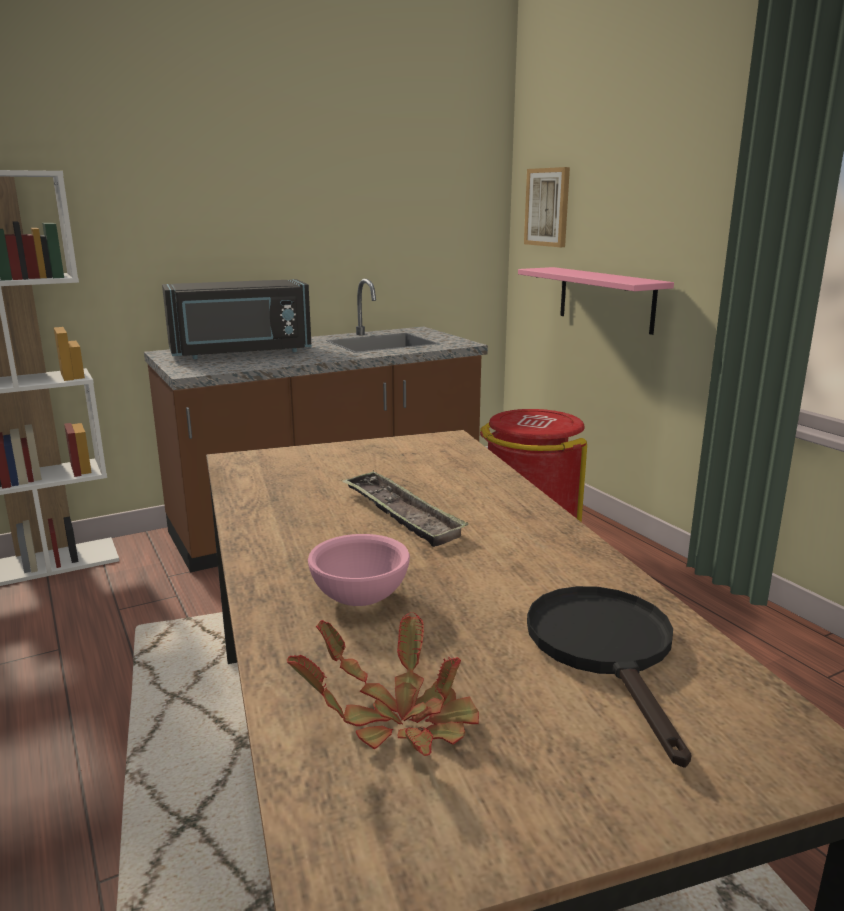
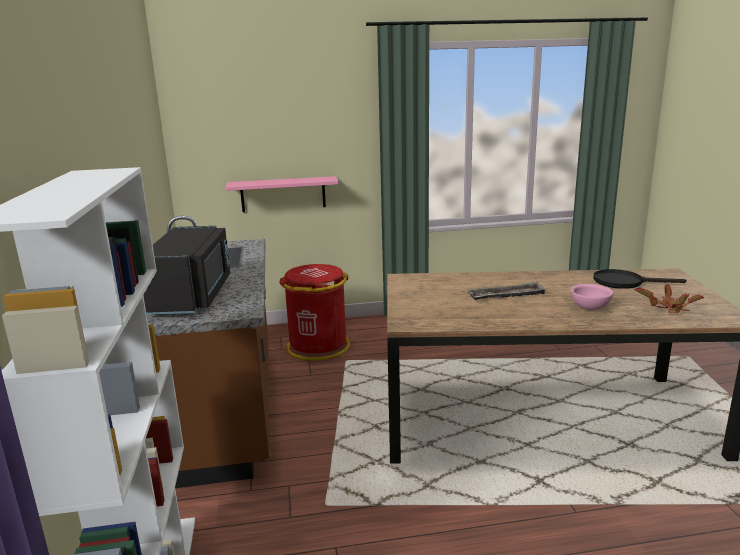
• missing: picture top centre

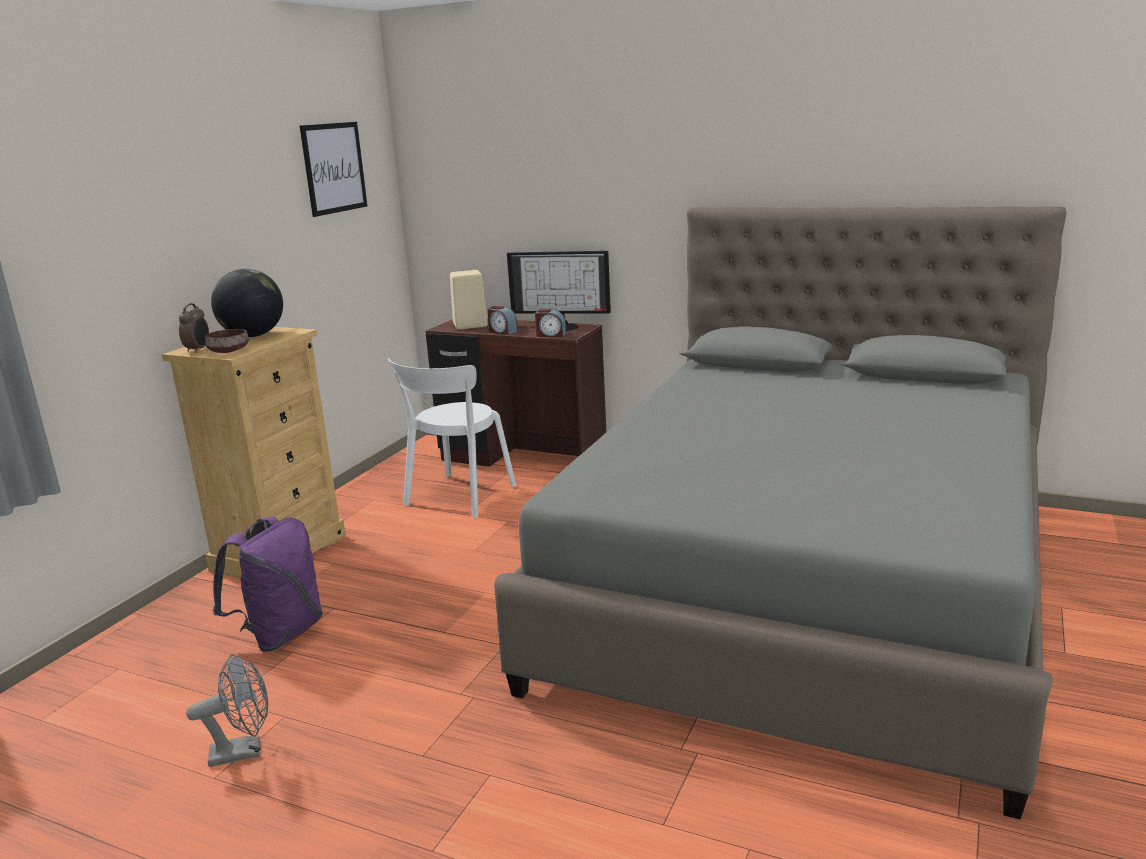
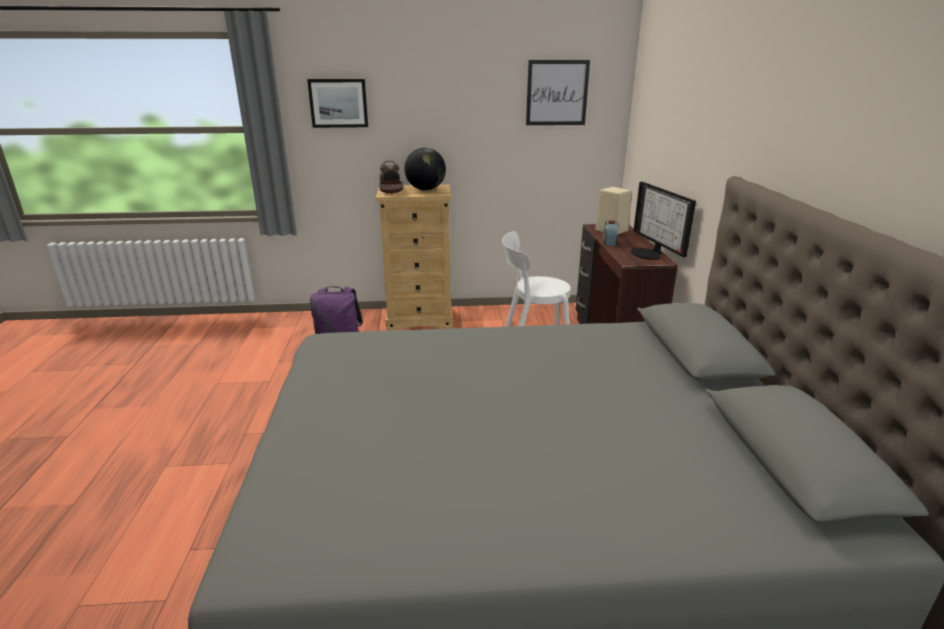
• appeared: picture (no. 1 from left) top centre
• missing: greyish fan bottom left
• missing: table clock (no. 3 from left) centre

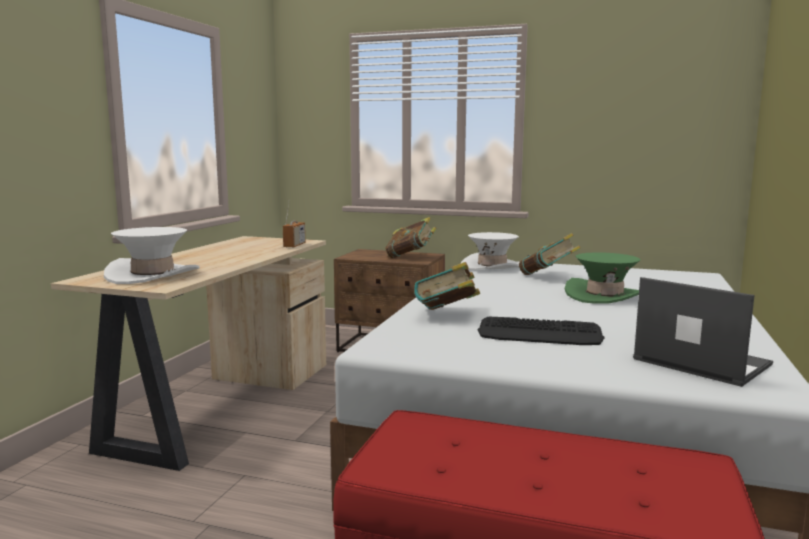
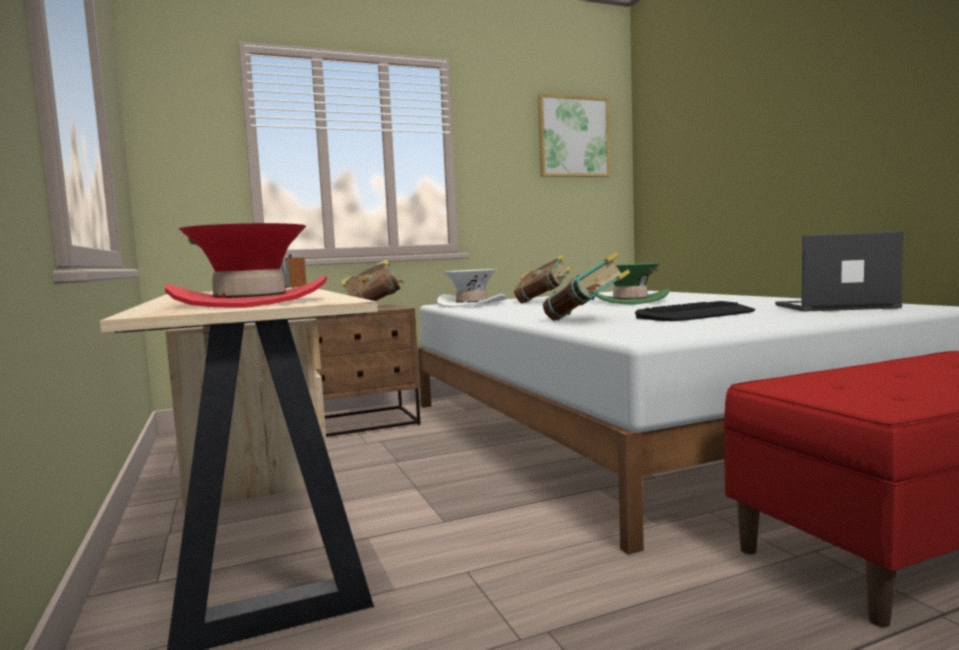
• colour: whitish wearable hat (no. 1 from left) middle left to red wearable hat middle left
• appeared: picture top centre

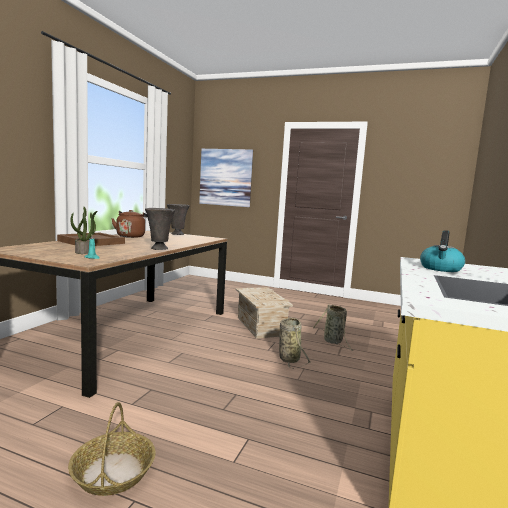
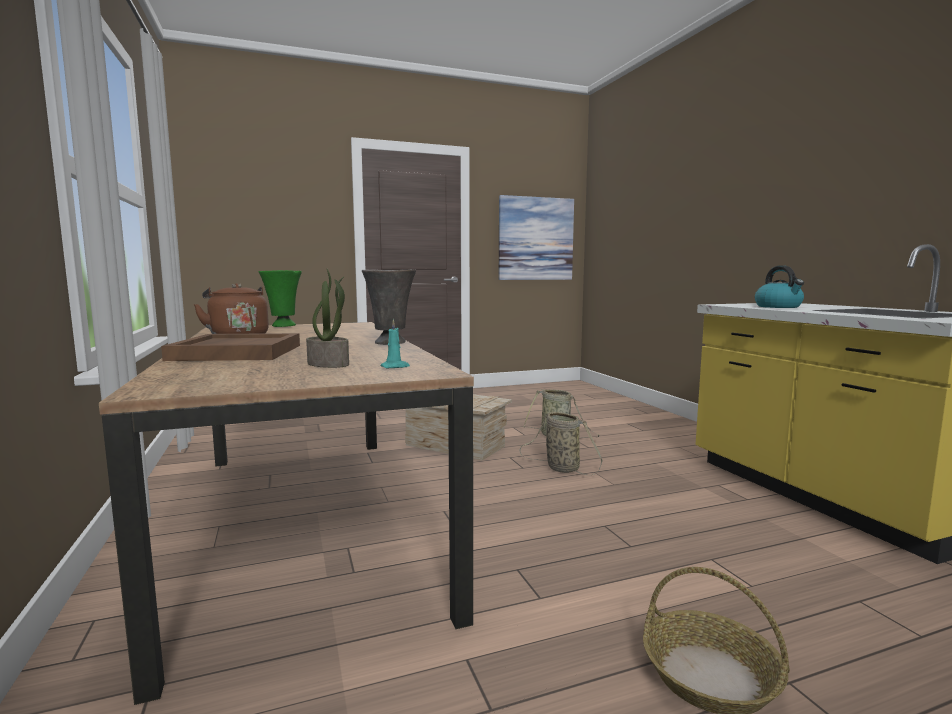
• colour: greyish vase (no. 2 from left) centre to greenish vase middle left
• relocated: picture centre to top centre

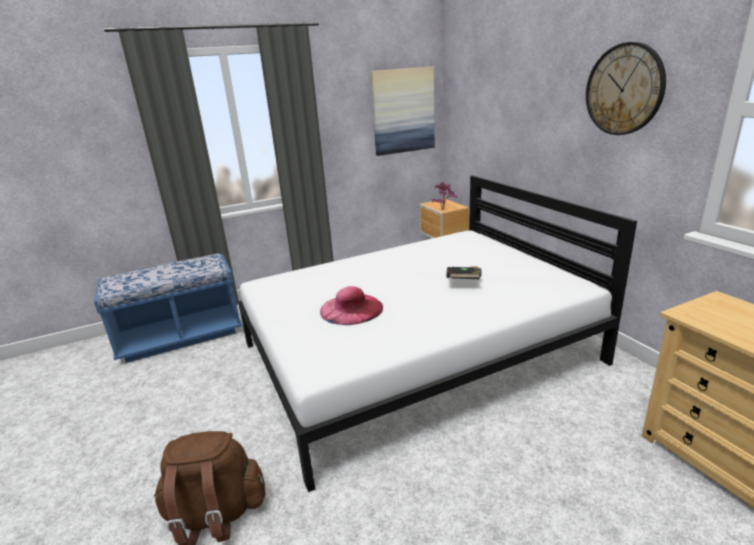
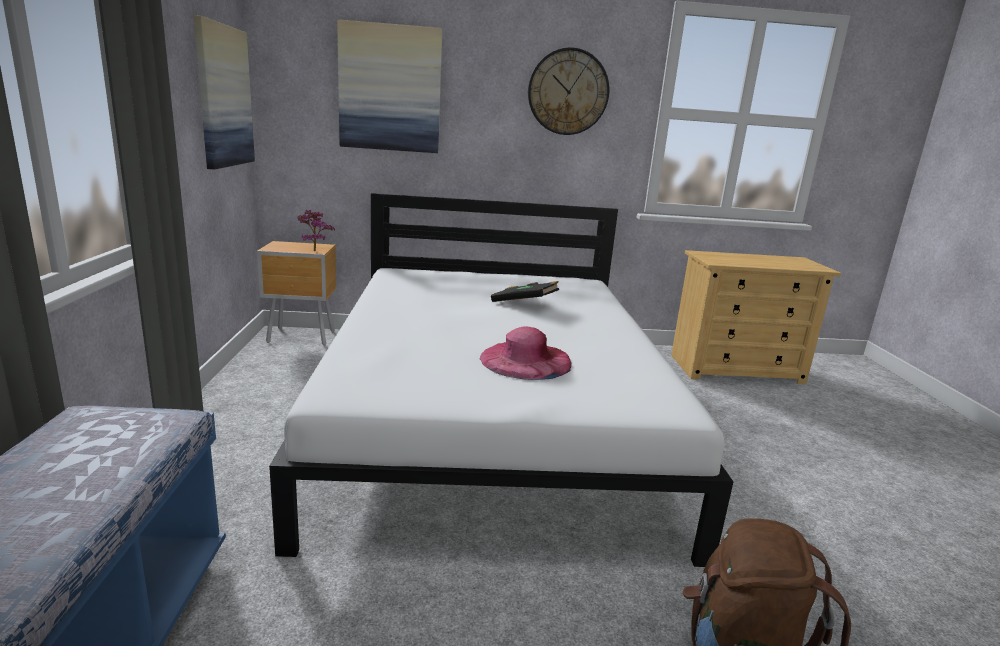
• appeared: picture (no. 2 from left) top centre

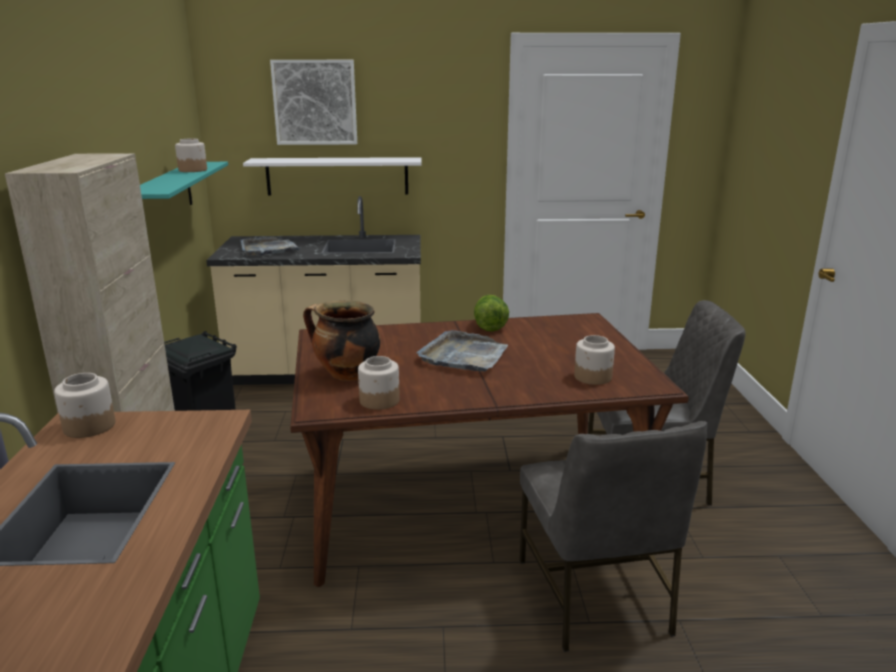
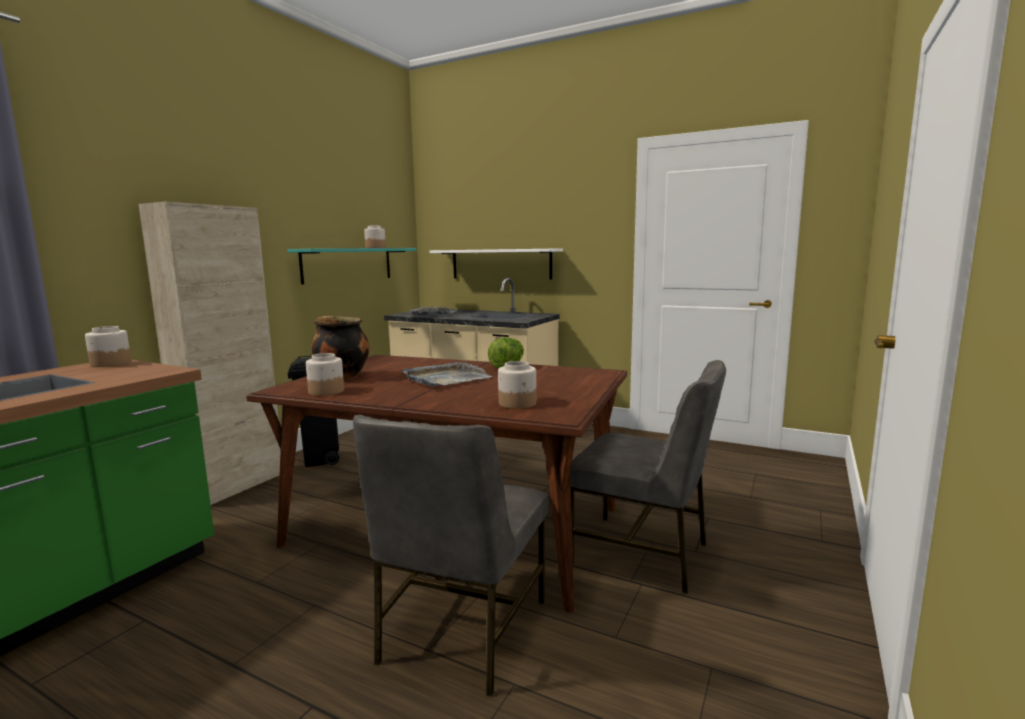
• missing: picture top centre

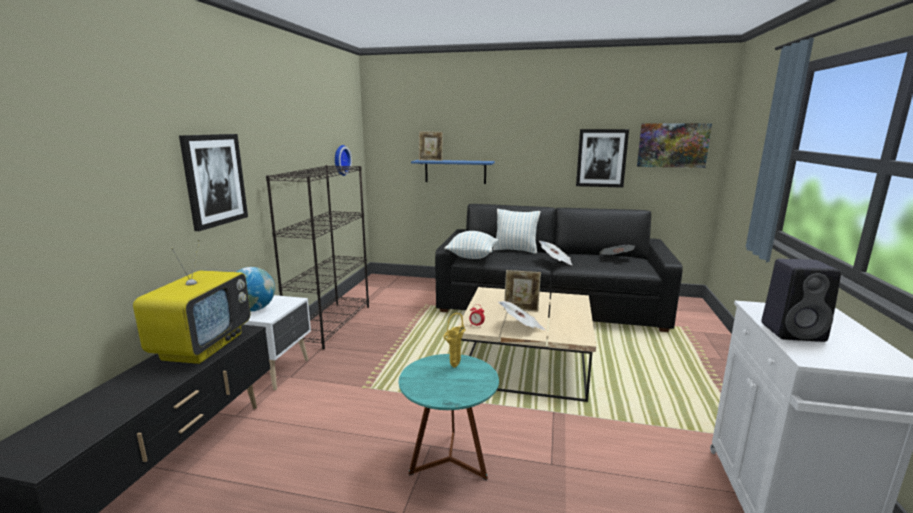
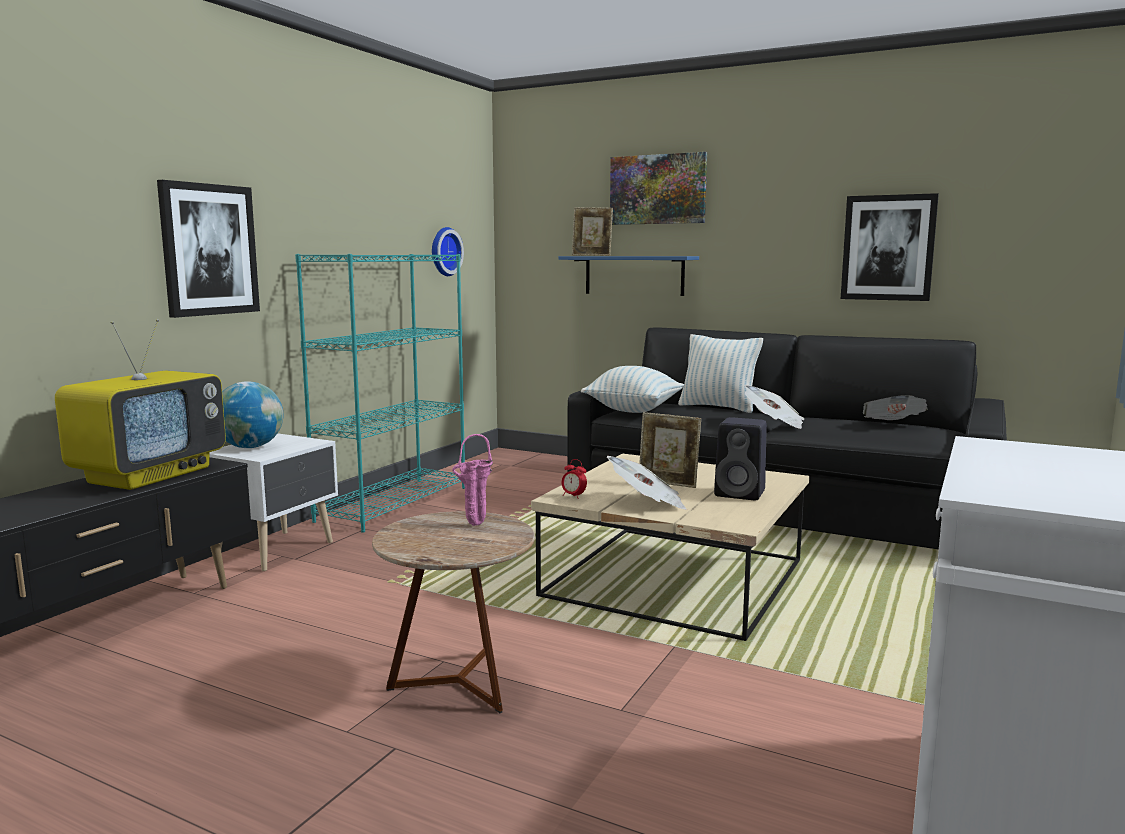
• colour: black shelving unit centre to blue-green shelving unit centre
• colour: blue-green side table bottom centre to brown side table bottom centre
• colour: yellow vase centre to pink-coloured vase centre
• relocated: picture (no. 3 from left in the first image) top right to picture (no. 2 from left) top centre
• relocated: black speaker middle right to centre

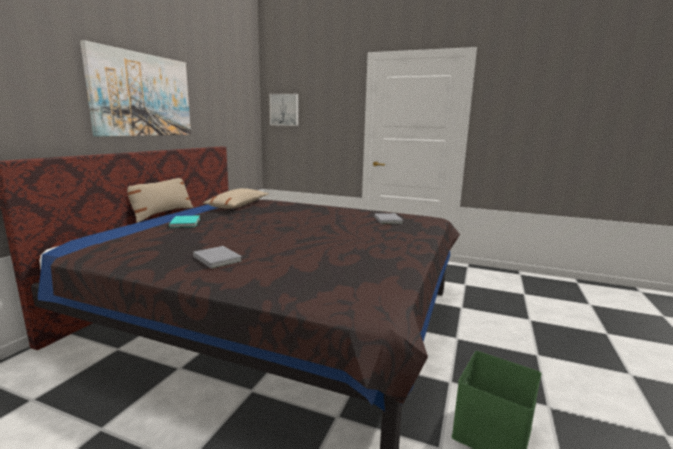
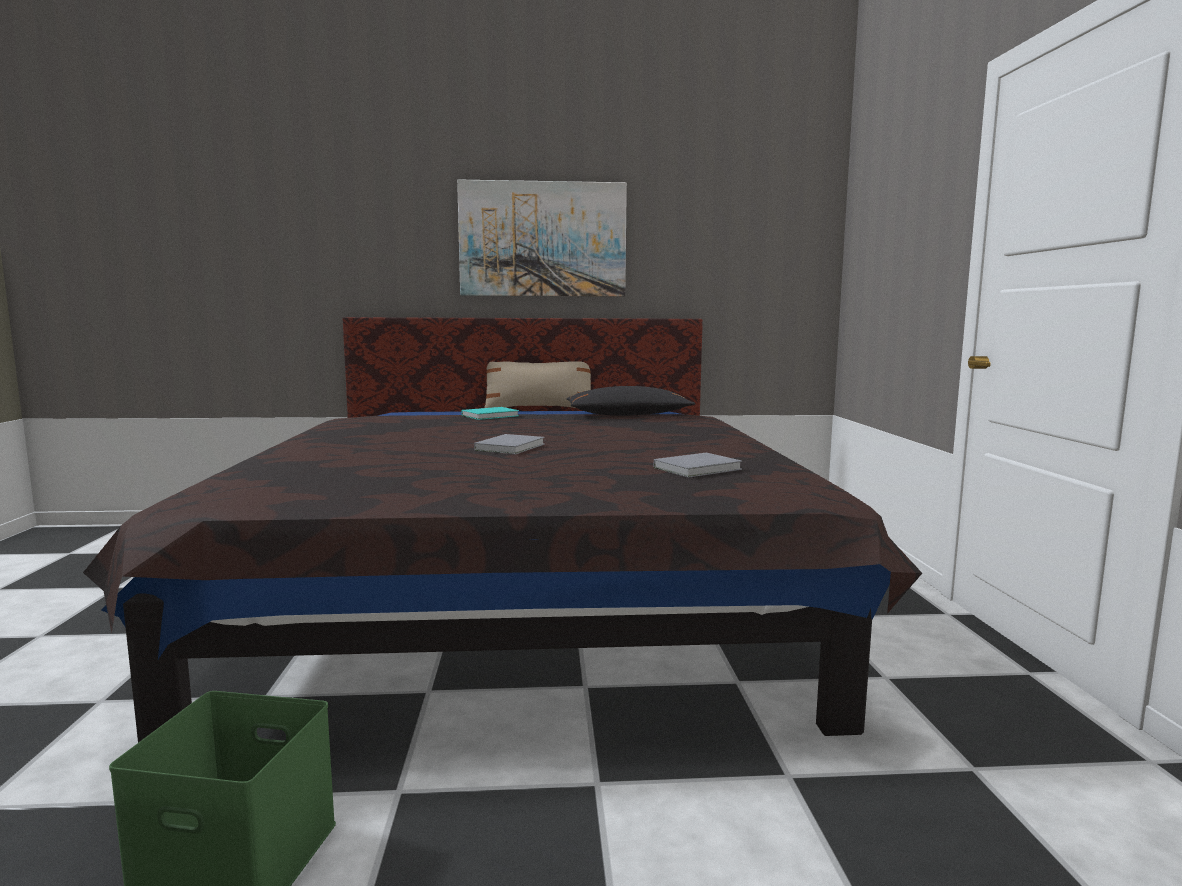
• relocated: greyish volume (no. 1 from left) middle left to centre
• colour: sand-coloured cushion (no. 2 from left) centre to black cushion centre
• missing: picture (no. 2 from left) top centre

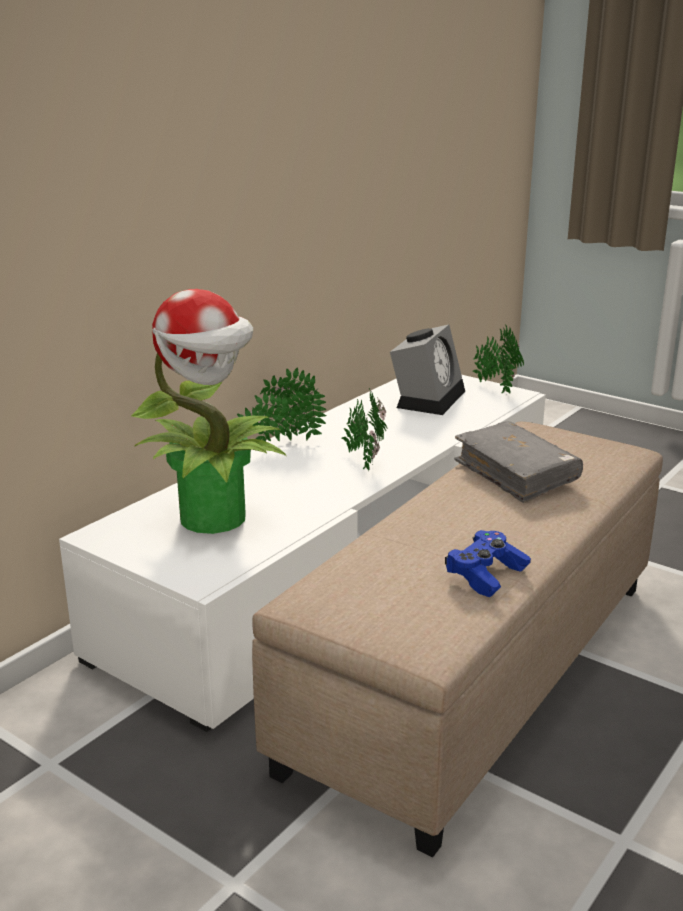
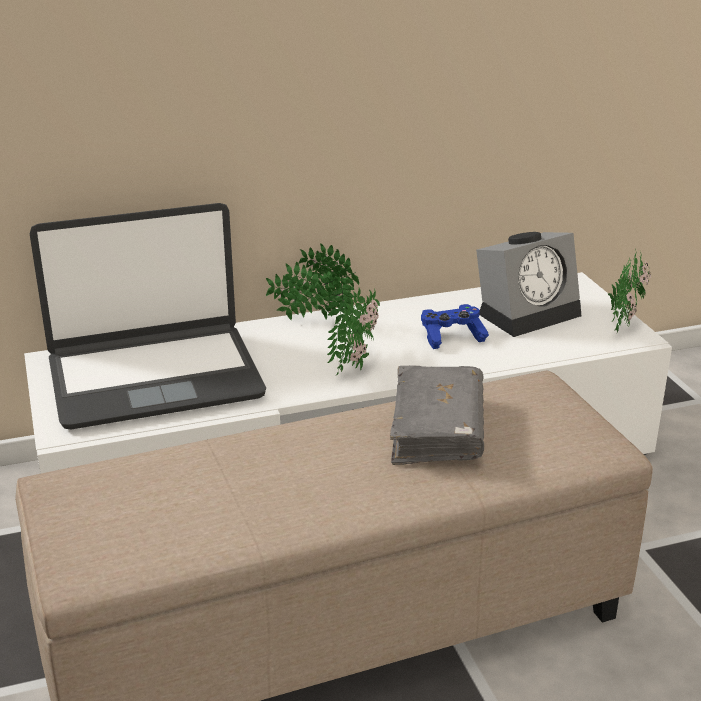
• exchanged: houseplant (no. 1 from left) middle left to portable computer middle left
• relocated: blue game controller middle right to centre

